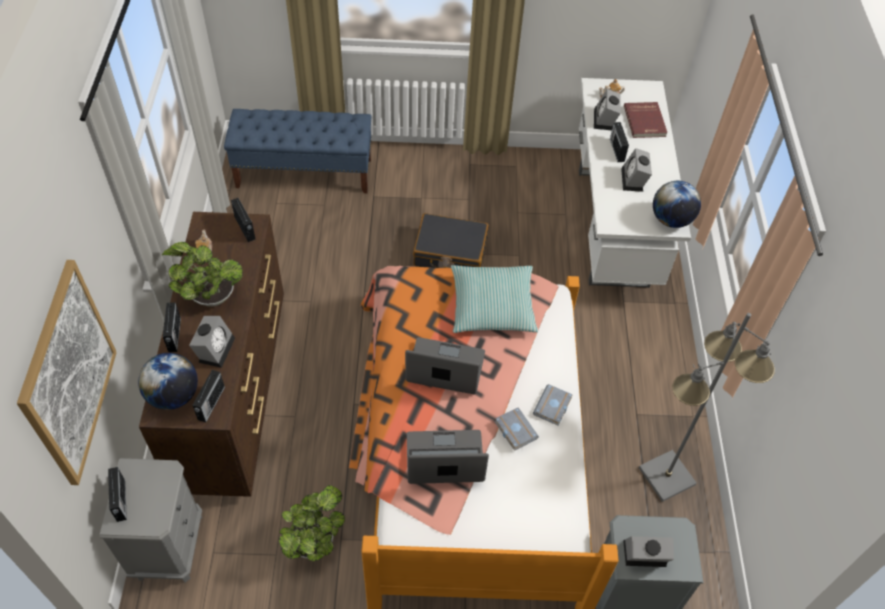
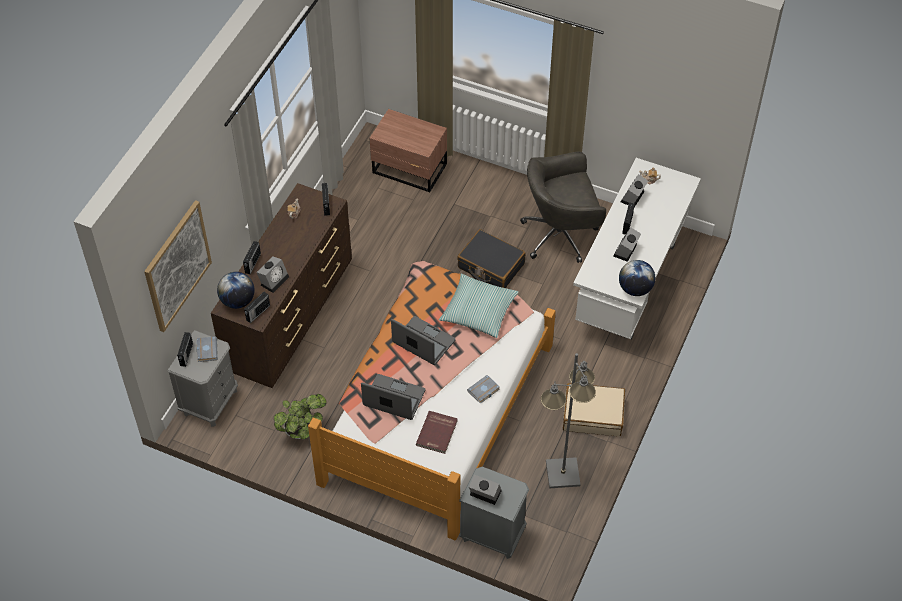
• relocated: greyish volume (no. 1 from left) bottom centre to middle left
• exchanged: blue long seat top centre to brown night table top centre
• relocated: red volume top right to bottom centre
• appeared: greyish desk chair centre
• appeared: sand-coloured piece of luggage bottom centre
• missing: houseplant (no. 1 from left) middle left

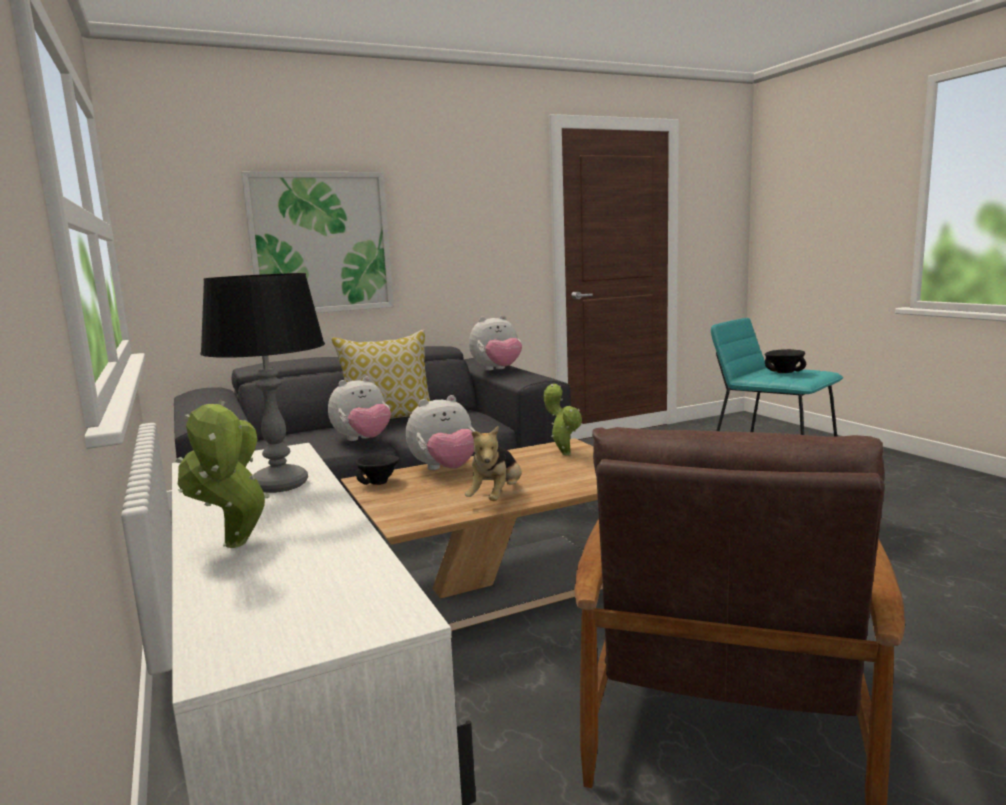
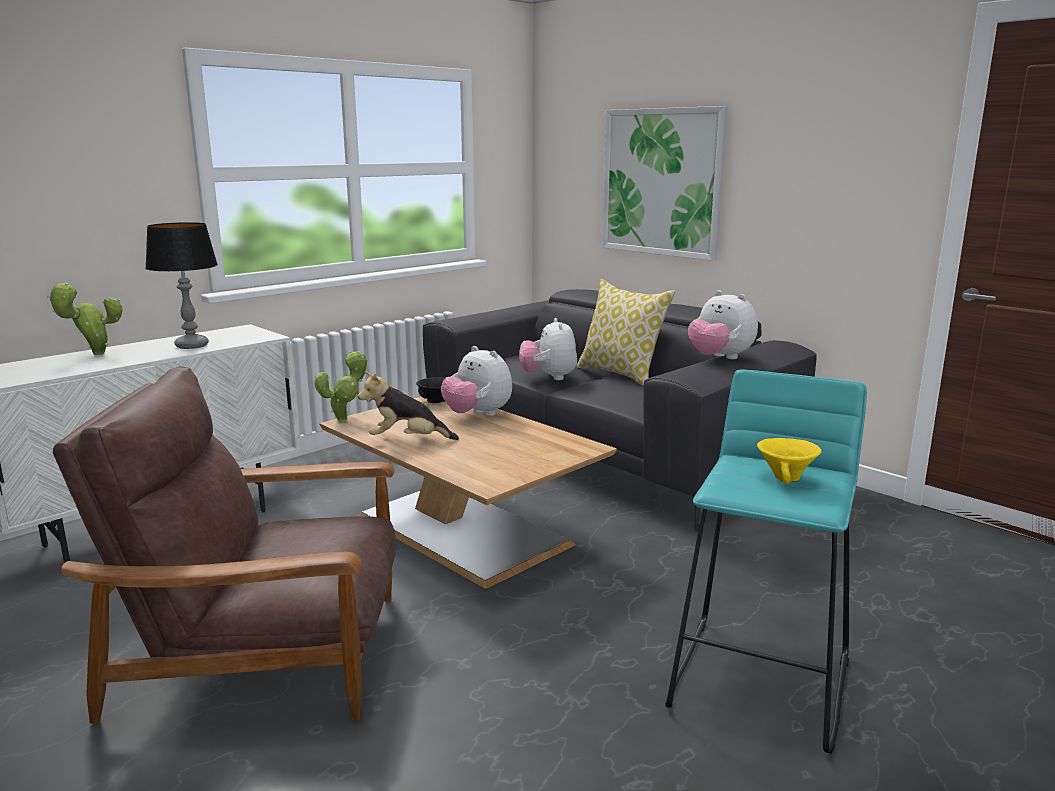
• relocated: houseplant (no. 2 from left) centre to middle left
• spun: plush toy (no. 1 from left in the first image) centre = centre 45 degrees clockwise
• colour: black bowl (no. 2 from left) middle right to yellow bowl middle right

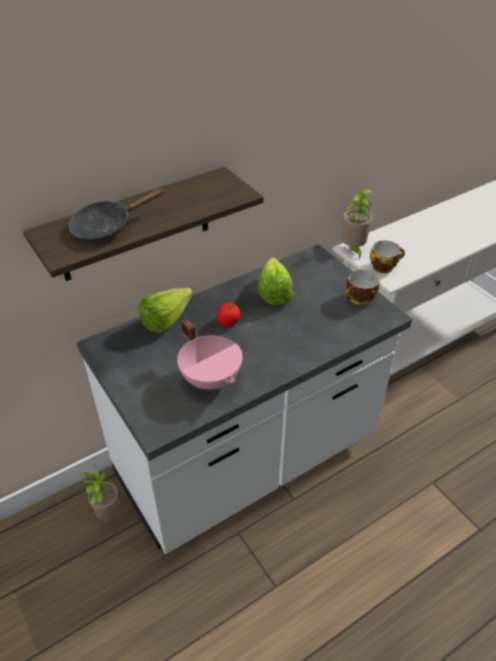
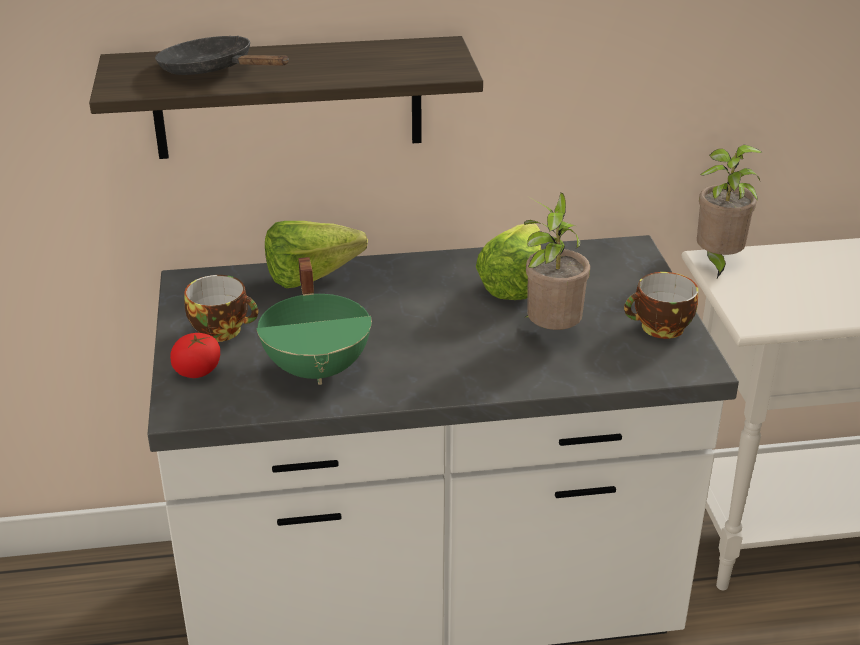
• spun: black pan top left = top left 45 degrees clockwise
• relocated: tomato centre to middle left
• relocated: drinking cup (no. 2 from left in the first image) middle right to drinking cup (no. 1 from left) middle left
• colour: pink-coloured stockpot centre to greenish stockpot centre
• relocated: houseplant (no. 1 from left) bottom left to centre

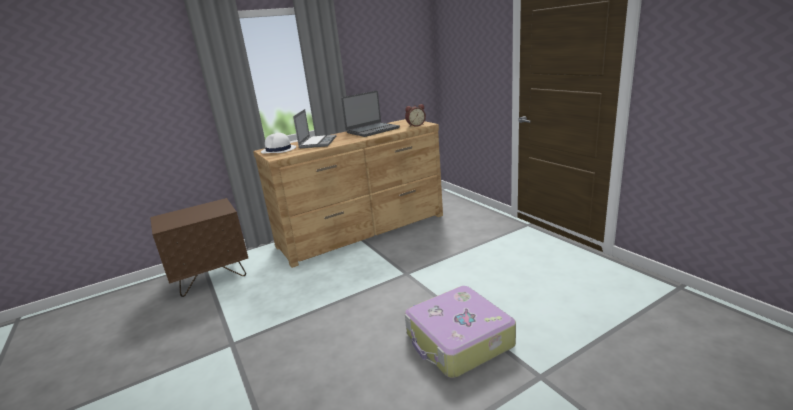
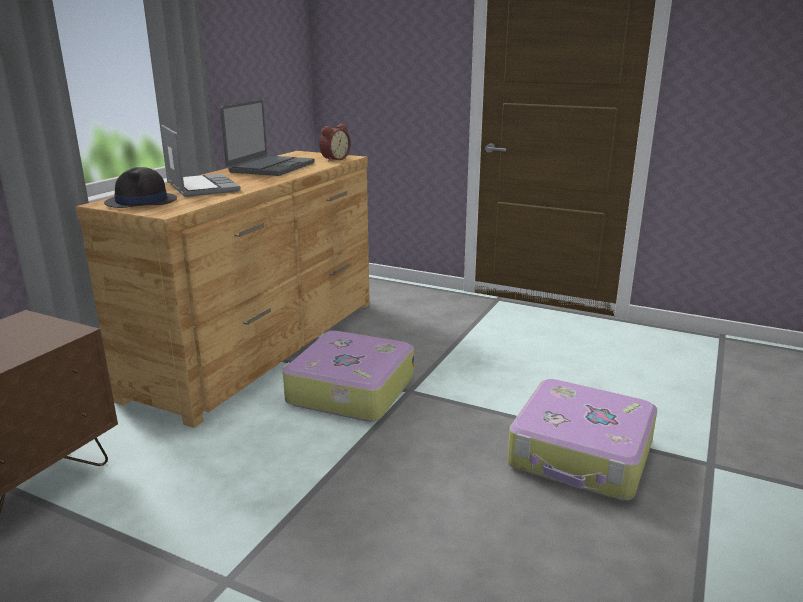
• colour: whitish wearable hat centre to black wearable hat top left
• appeared: piece of luggage (no. 1 from left) centre

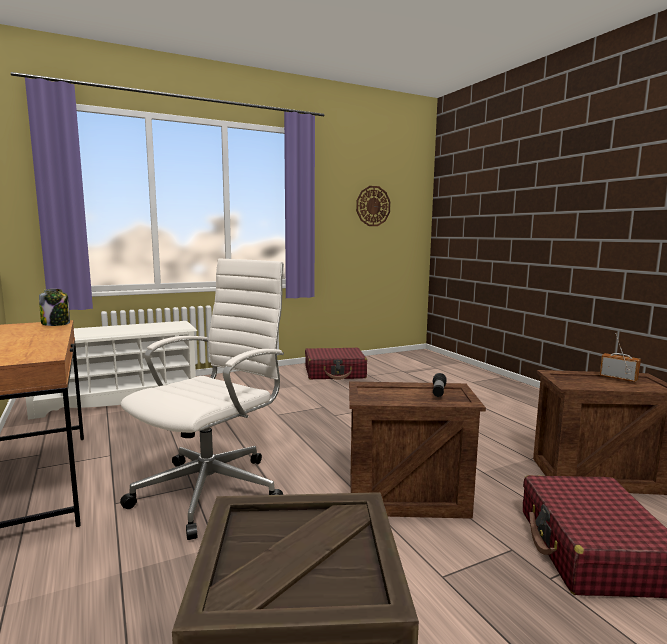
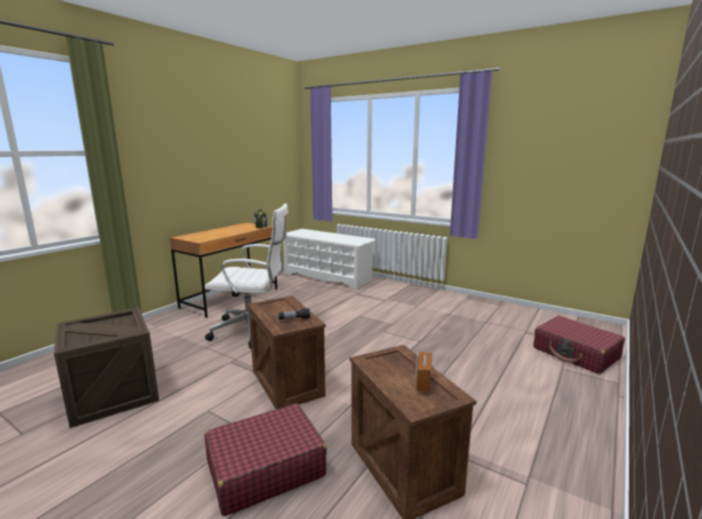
• relocated: red piece of luggage (no. 1 from left in the first image) centre to red piece of luggage (no. 2 from left) middle right
• missing: wall clock top centre

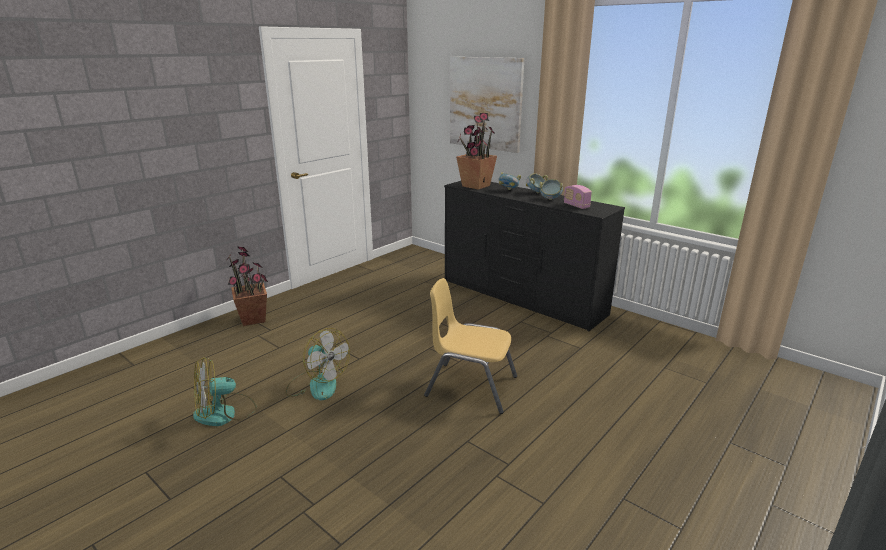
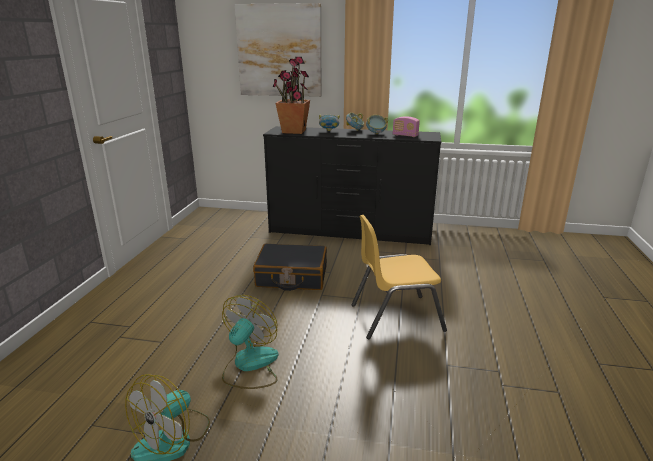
• spun: fan (no. 2 from left) centre = bottom centre 75 degrees counterclockwise
• appeared: black piece of luggage centre
• missing: houseplant (no. 1 from left) middle left

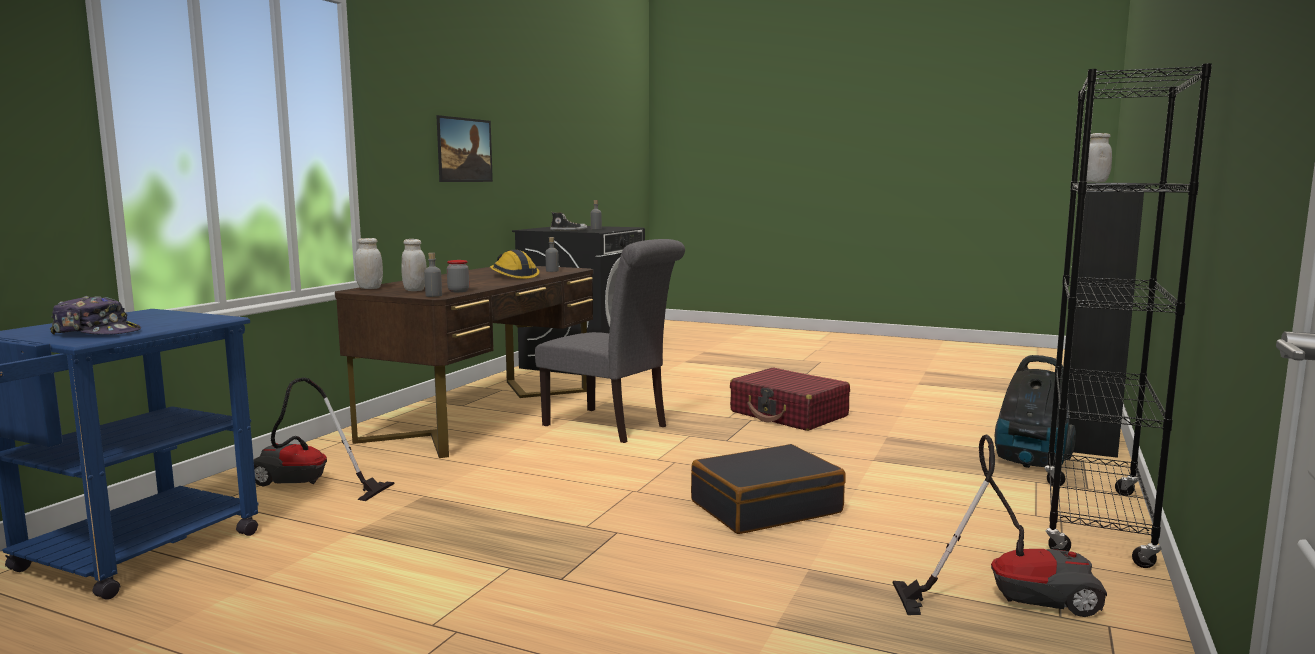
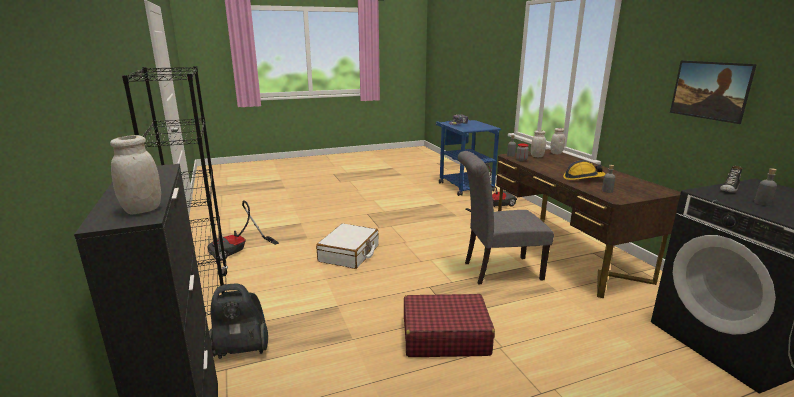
• colour: black piece of luggage bottom centre to whitish piece of luggage centre

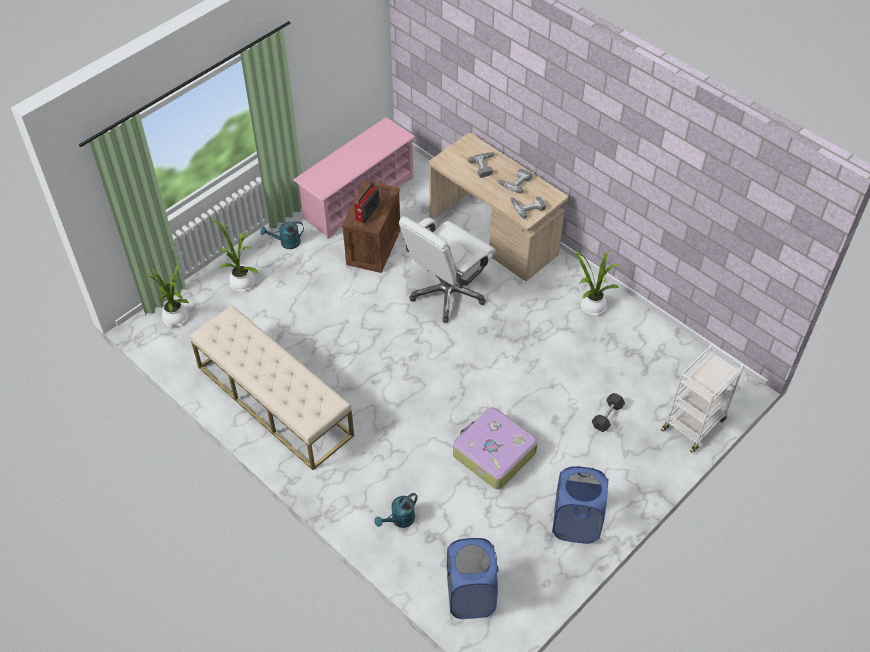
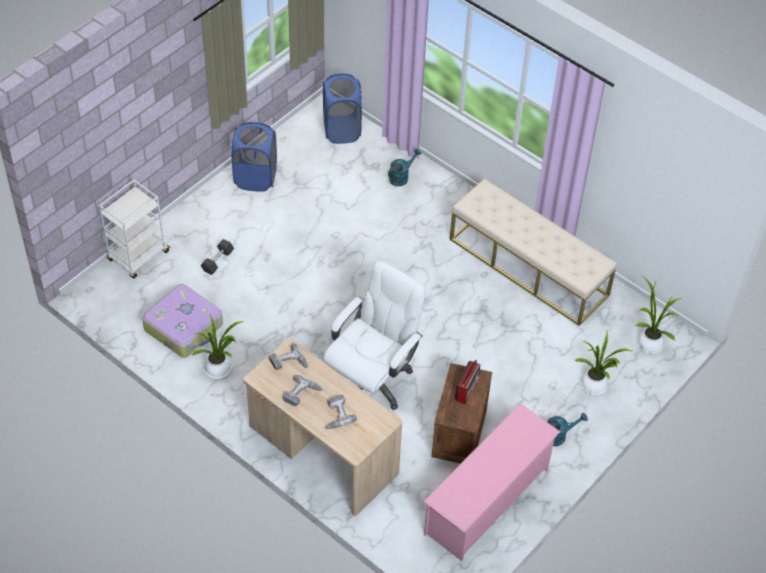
• relocated: piece of luggage bottom centre to middle left

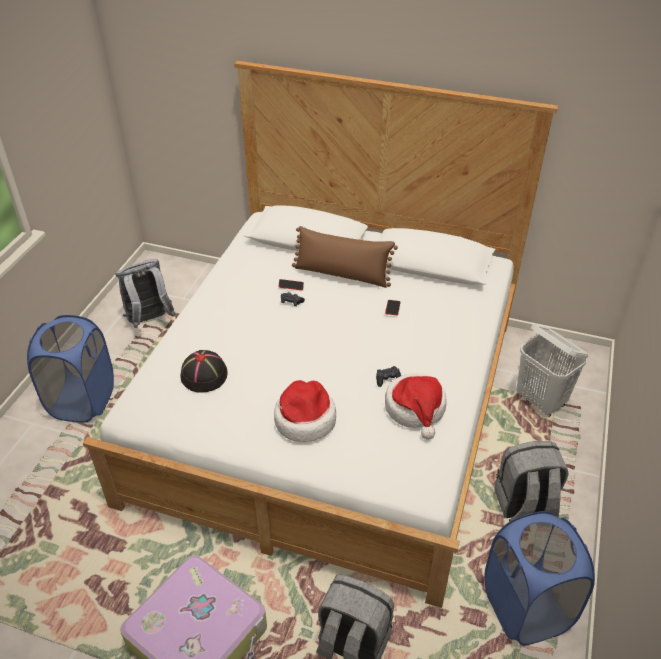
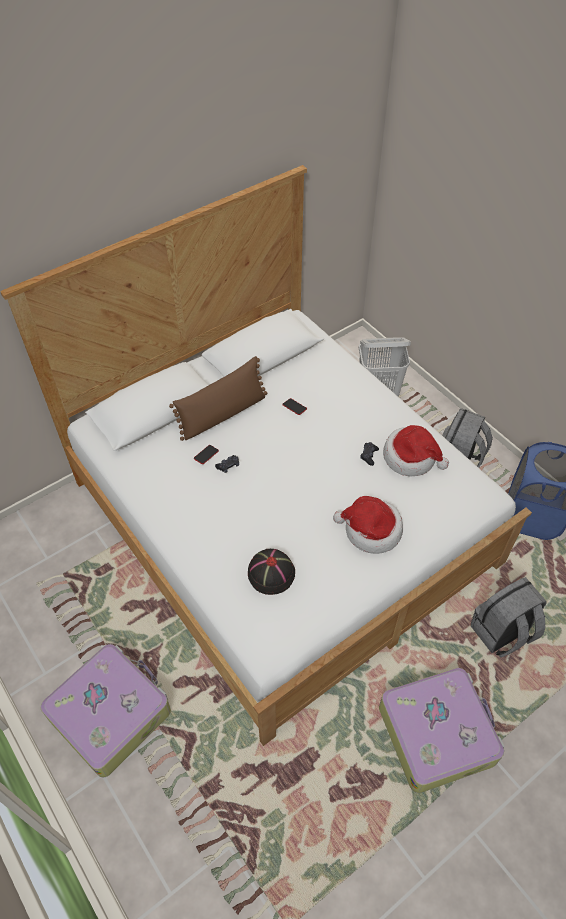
• exchanged: blue washing basket (no. 1 from left) middle left to piece of luggage (no. 1 from left) bottom left
• missing: greyish knapsack (no. 1 from left) middle left

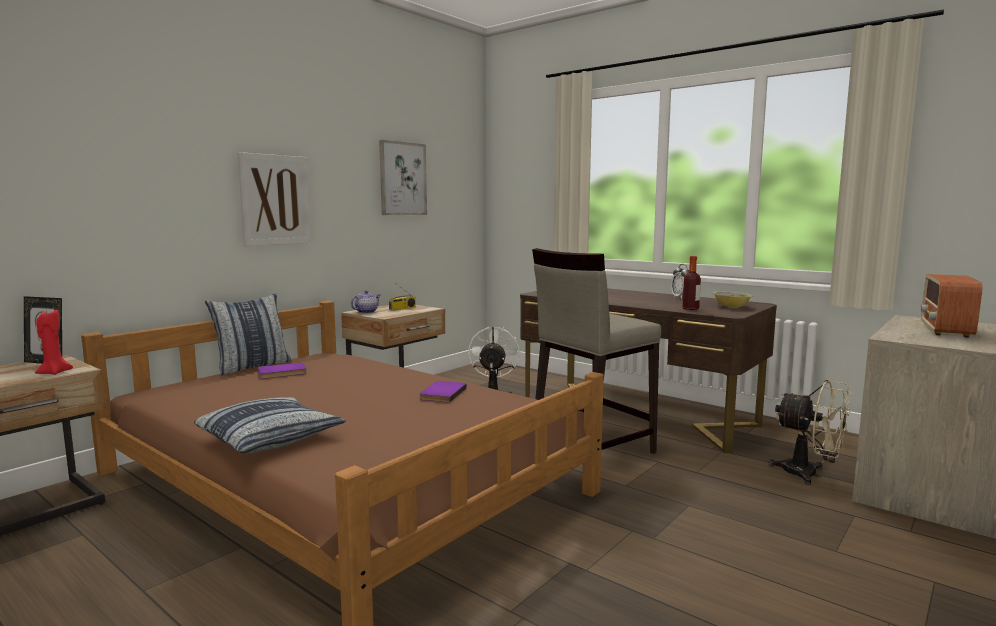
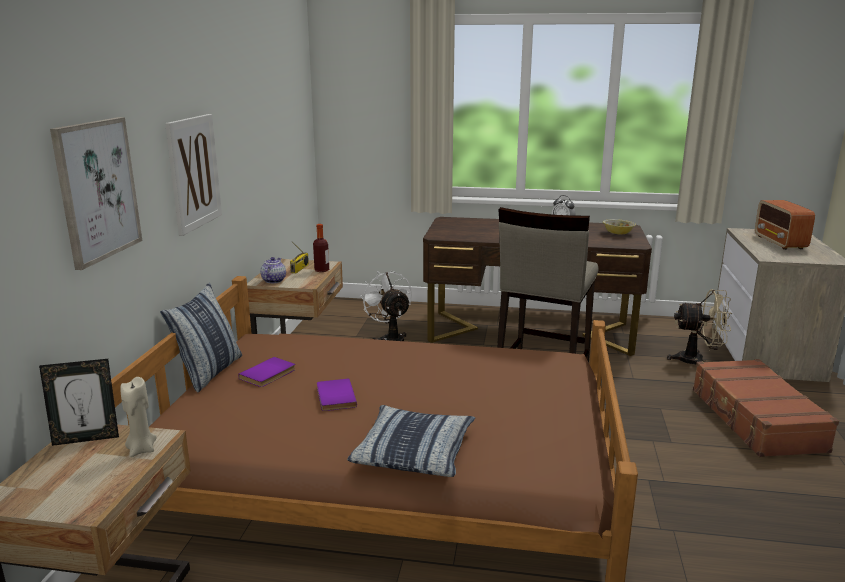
• relocated: picture (no. 2 from left in the first image) top centre to picture (no. 1 from left) top left
• colour: red candle middle left to sand-coloured candle bottom left
• relocated: drink bottle middle right to centre
• relocated: purplish volume (no. 2 from left) centre to bottom centre
• appeared: brown piece of luggage bottom right

